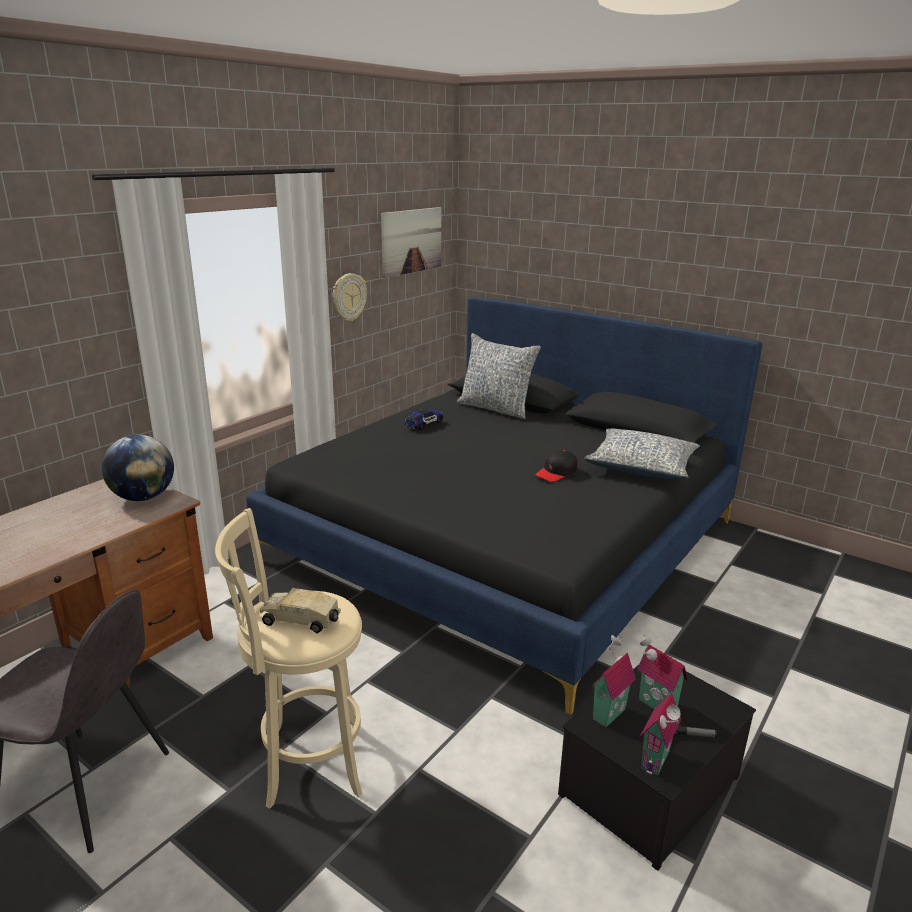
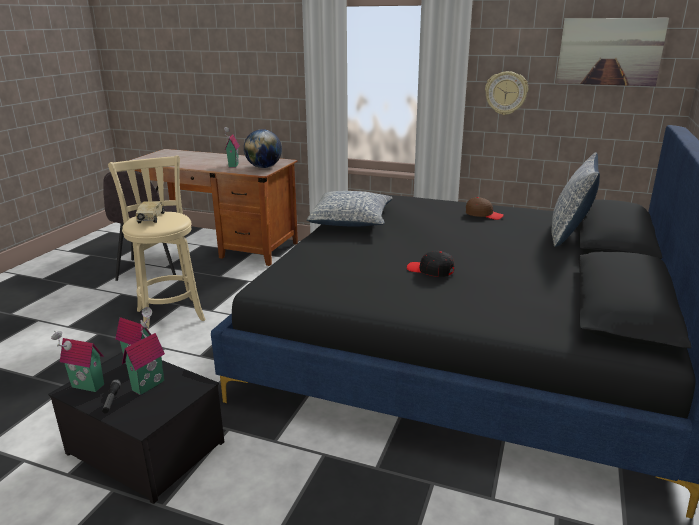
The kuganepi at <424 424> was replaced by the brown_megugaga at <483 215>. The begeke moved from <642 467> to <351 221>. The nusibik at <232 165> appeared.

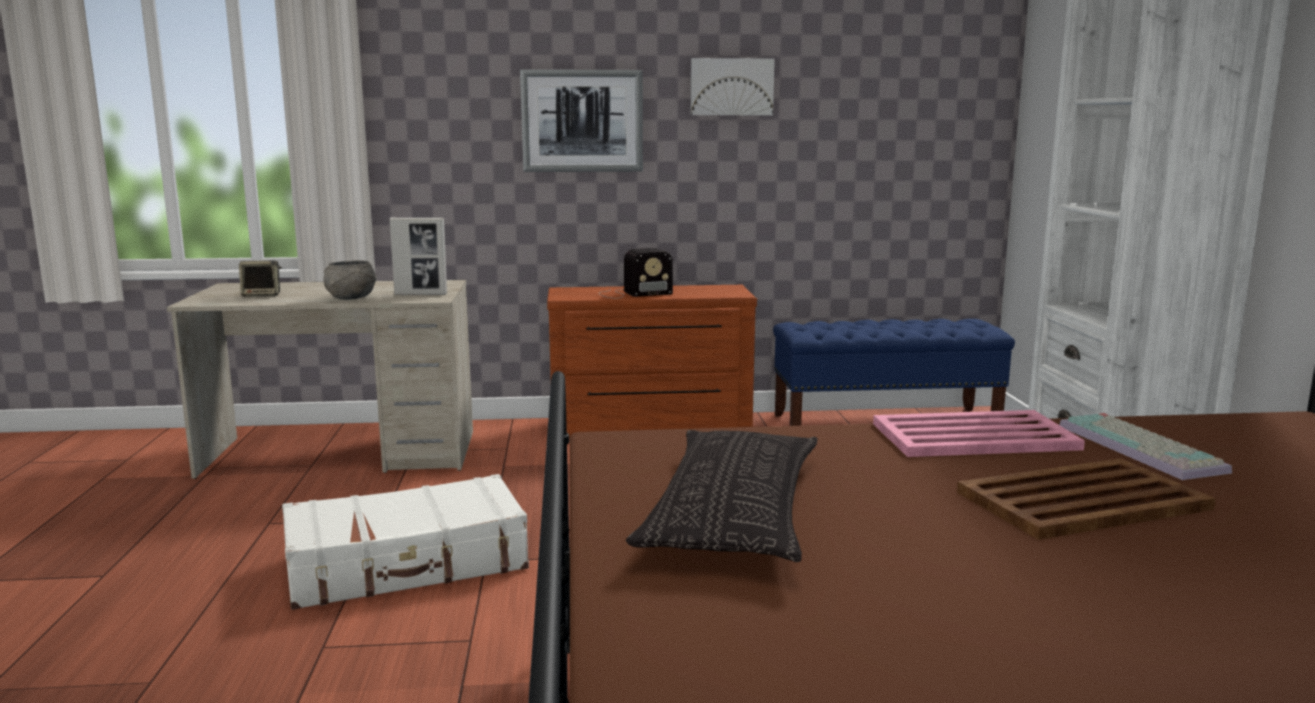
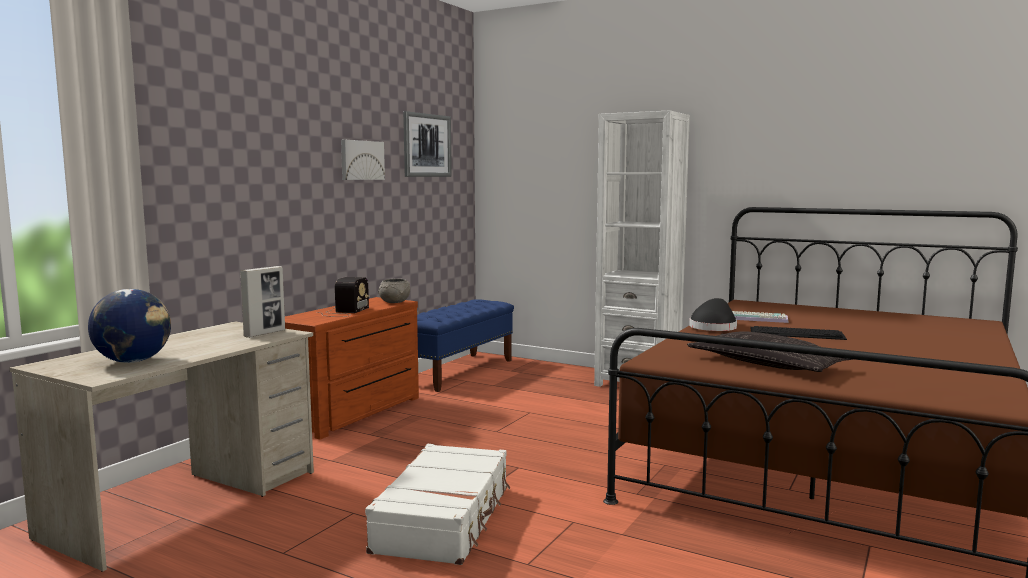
The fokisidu at <262 295> was replaced by the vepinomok at <133 361>. The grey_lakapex moved from <350 298> to <395 302>. The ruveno moved from <582 121> to <427 145>. The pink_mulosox at <971 436> was replaced by the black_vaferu at <713 327>. The brown_mulosox at <1084 500> was replaced by the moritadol at <797 333>.

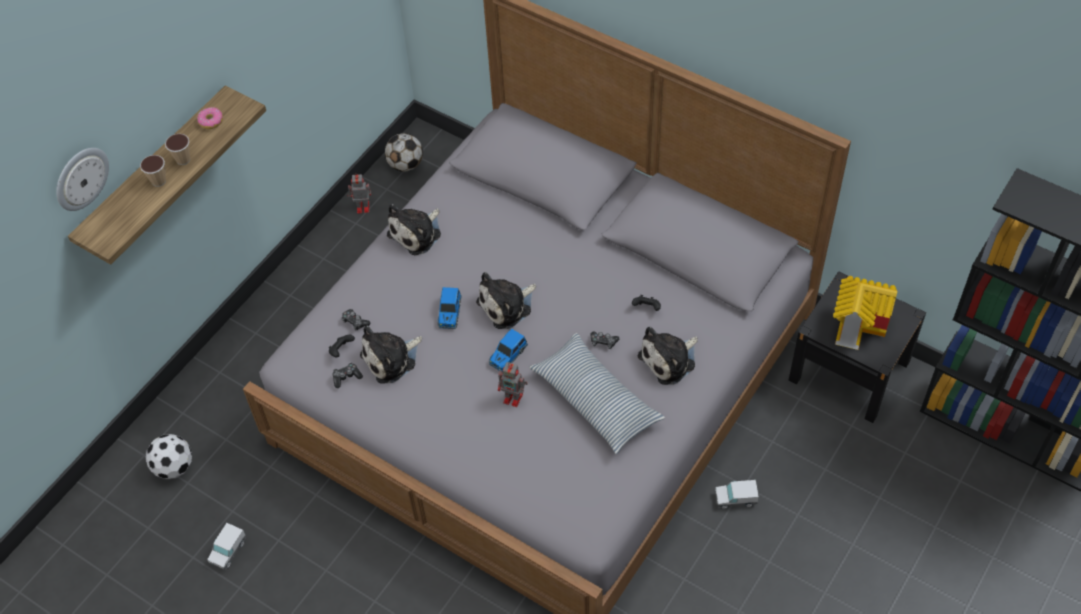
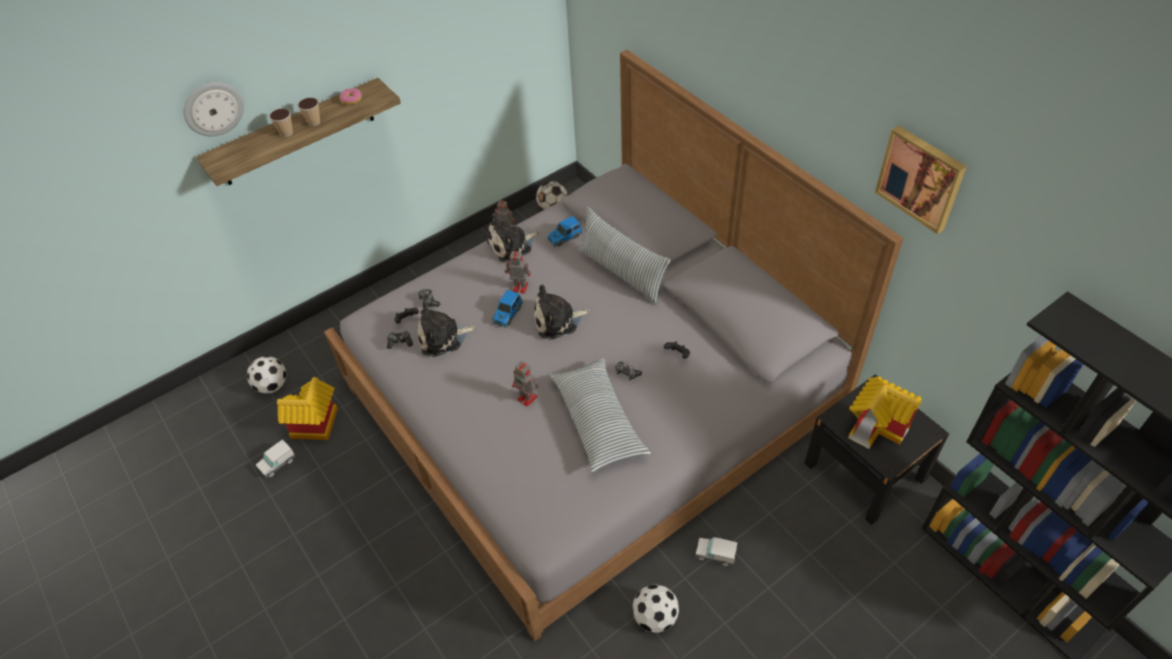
The kuganepi moved from <507 355> to <564 237>. The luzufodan at <670 360> disappeared. The nusibik at <316 427> appeared. The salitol at <519 287> appeared. The begeke at <621 273> appeared. The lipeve at <654 617> appeared. The ruveno at <921 178> appeared.

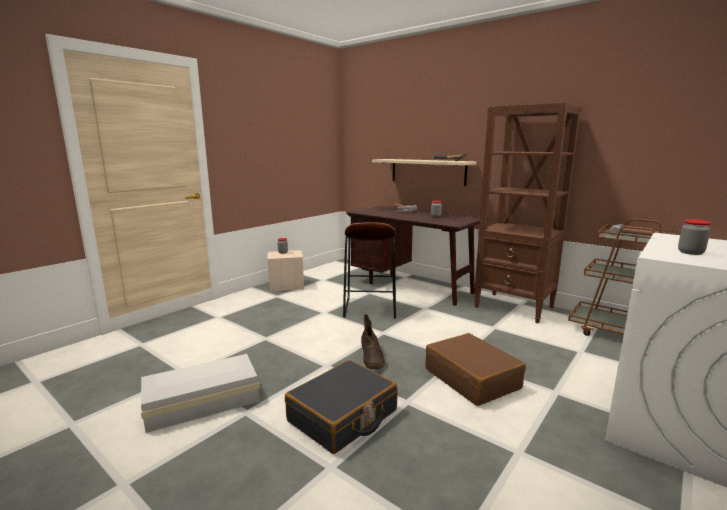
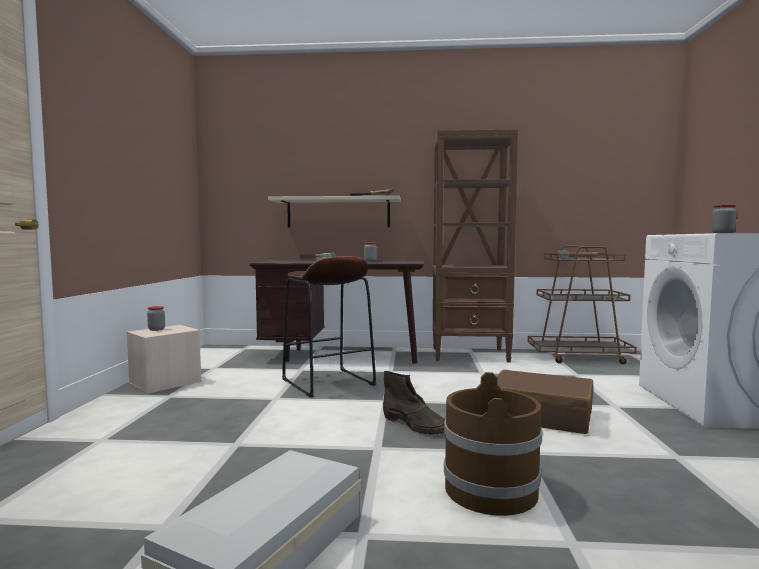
The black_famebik at <343 416> was replaced by the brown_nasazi at <490 489>.

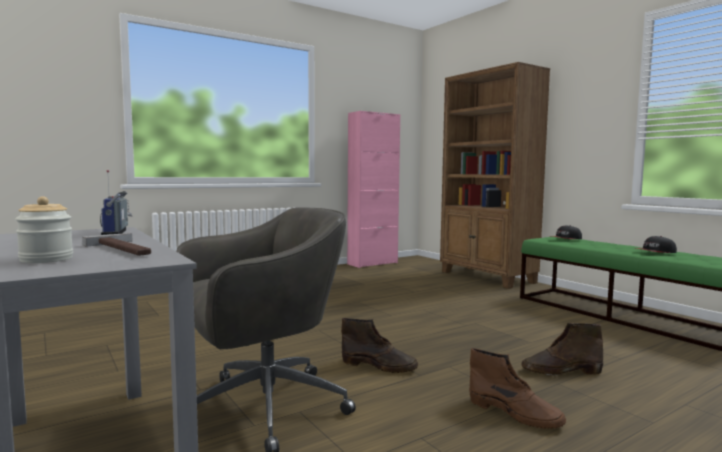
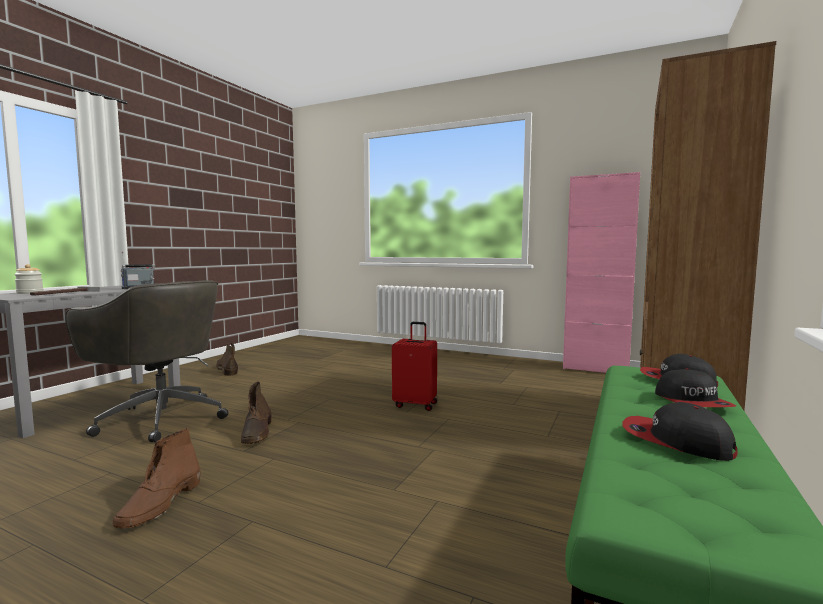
The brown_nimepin moved from <560 371> to <226 370>. The red_famebik at <415 405> appeared. The megugaga at <692 402> appeared.

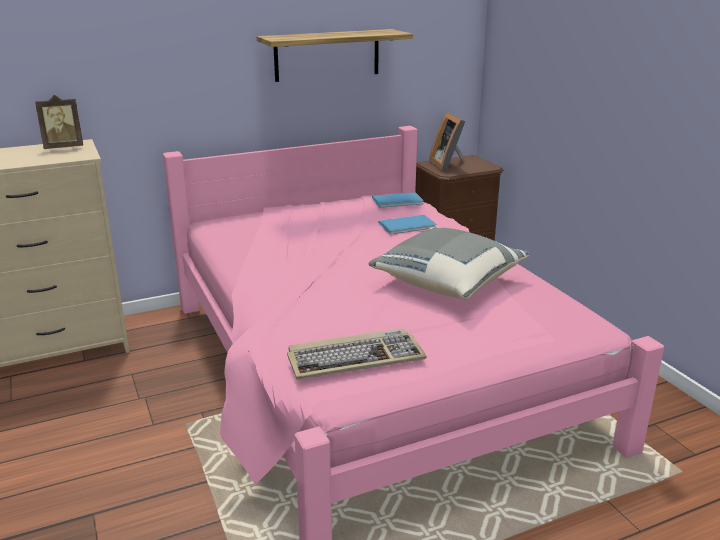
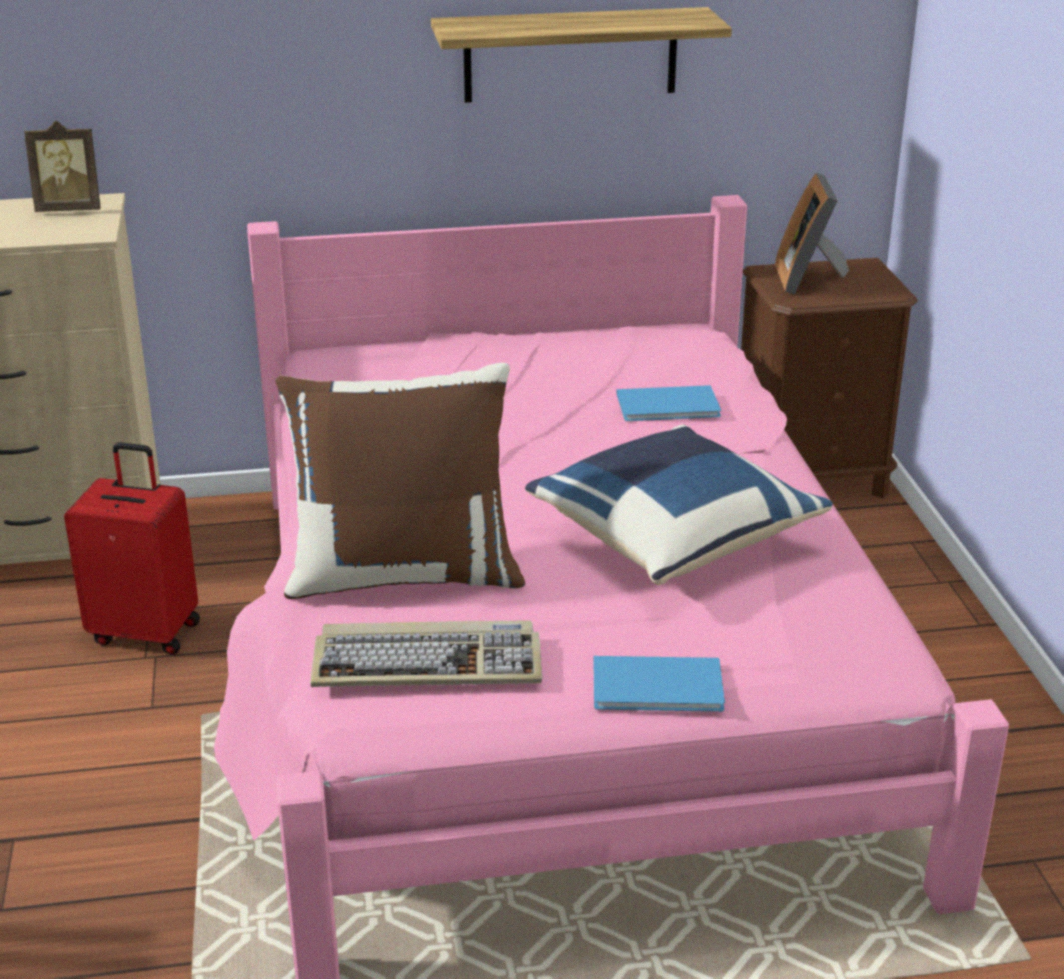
The grey_begeke at <447 283> became the blue_begeke at <672 538>. The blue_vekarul moved from <399 201> to <661 688>. The red_famebik at <147 631> appeared. The brown_begeke at <404 573> appeared.

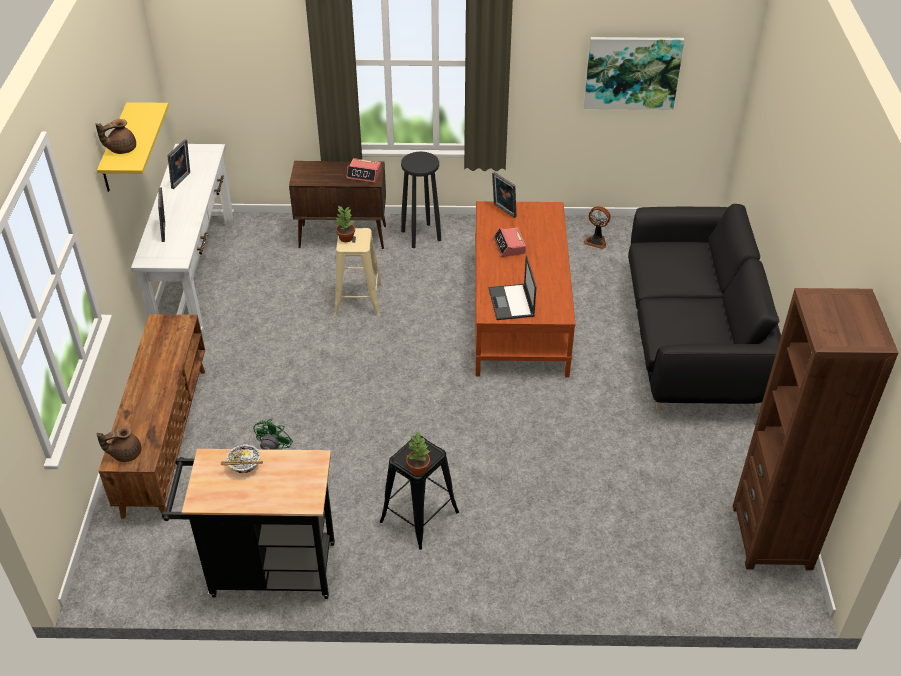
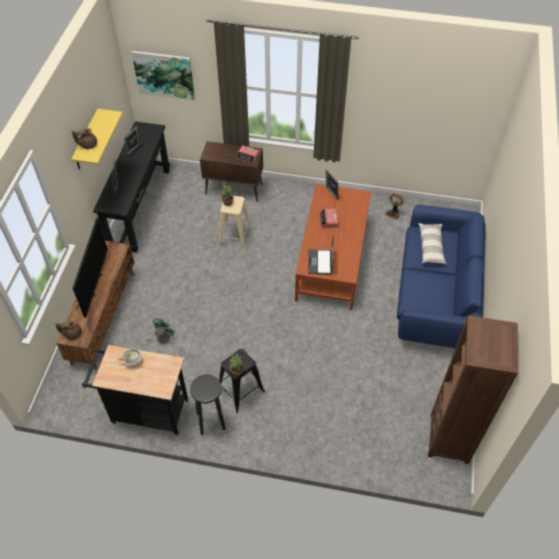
The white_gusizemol at <196 277> became the black_gusizemol at <140 207>. The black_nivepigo moved from <421 235> to <211 421>. The ruveno moved from <632 72> to <164 74>. The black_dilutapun at <691 341> became the blue_dilutapun at <435 295>. The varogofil at <95 284> appeared. The begeke at <431 247> appeared.

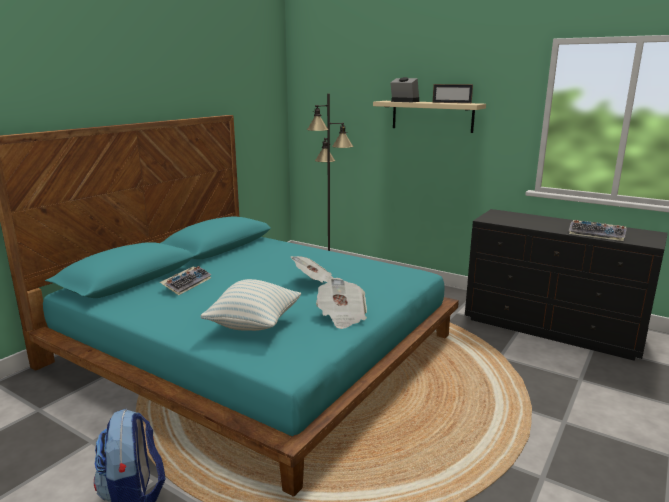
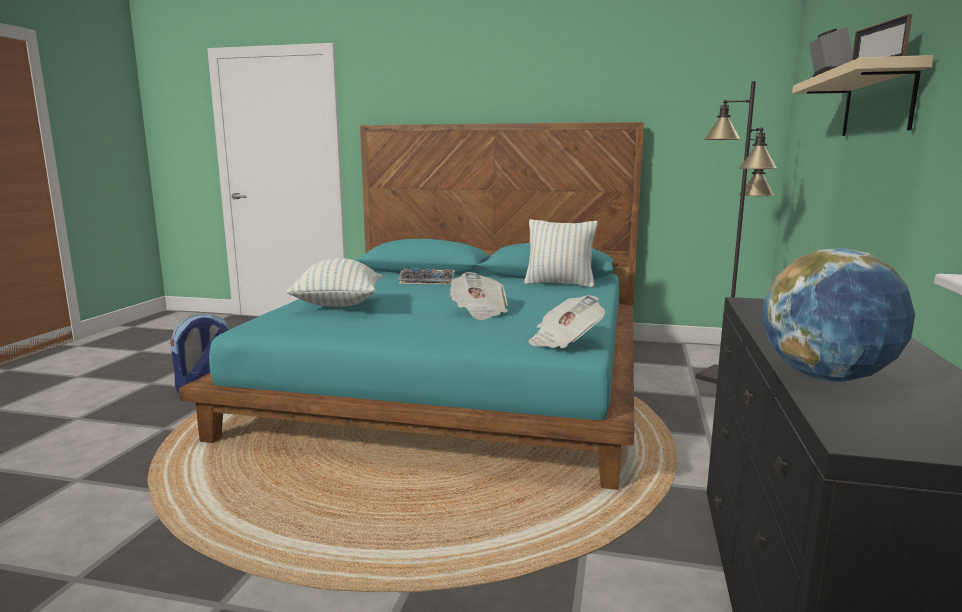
The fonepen moved from <342 316> to <564 341>. The moritadol at <597 234> was replaced by the vepinomok at <827 377>. The begeke at <559 284> appeared.

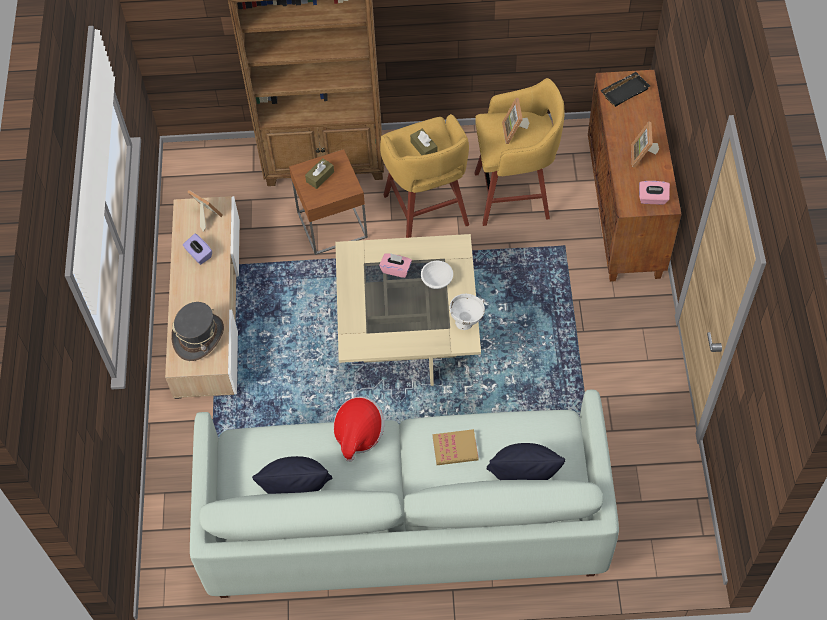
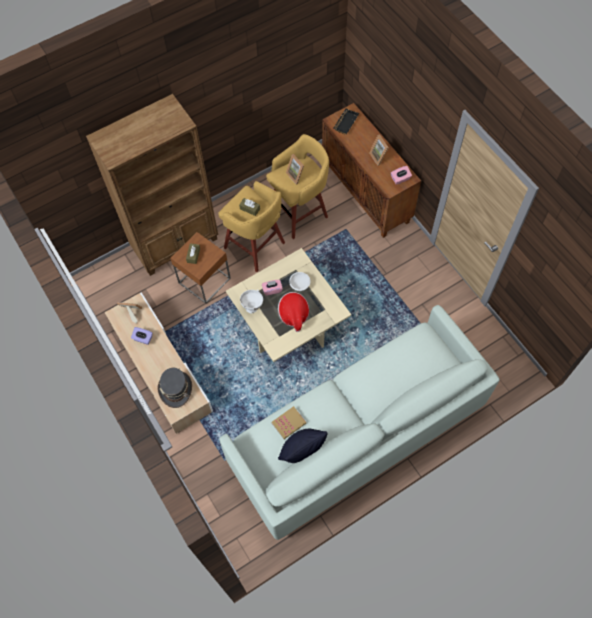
The vaferu moved from <358 433> to <293 314>. The vekarul moved from <455 448> to <289 423>. The white_lakapex moved from <467 321> to <252 306>. The black_begeke at <523 476> disappeared.

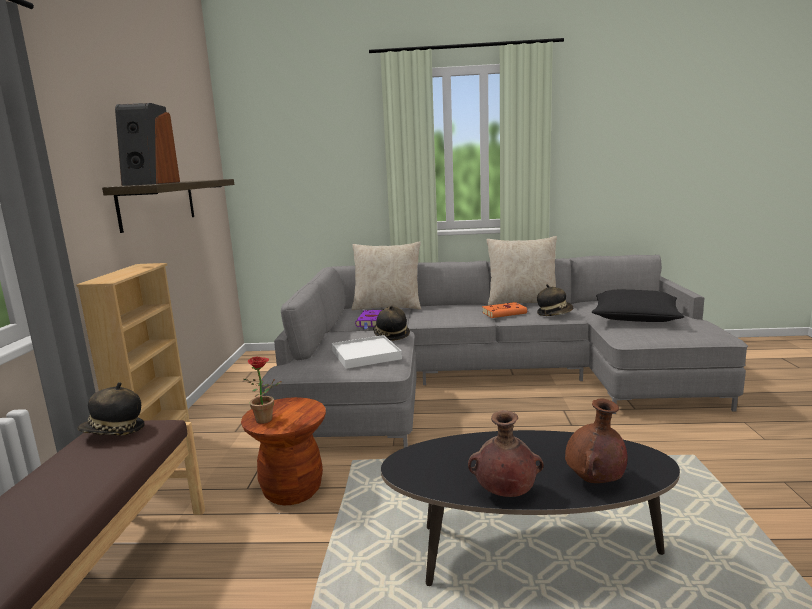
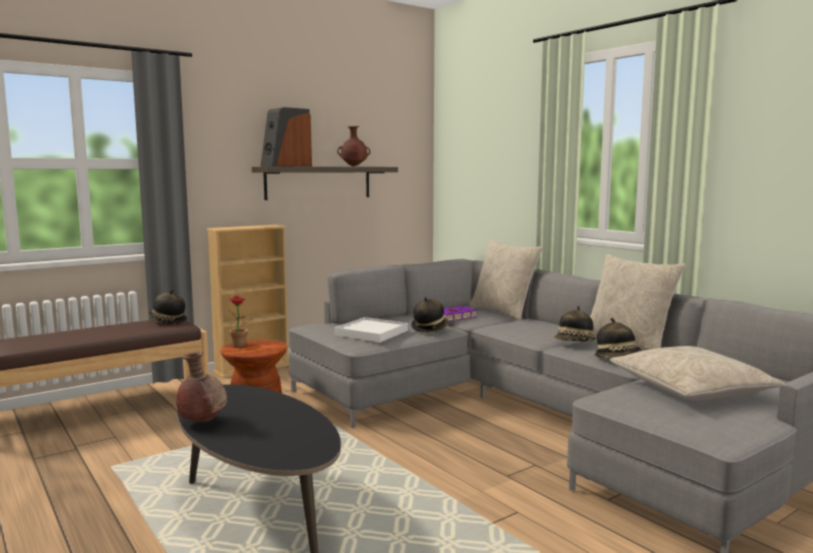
The orange_vekarul at <505 313> was replaced by the vaferu at <575 343>. The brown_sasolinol moved from <594 481> to <353 166>. The black_begeke at <635 317> became the beige_begeke at <690 389>.

